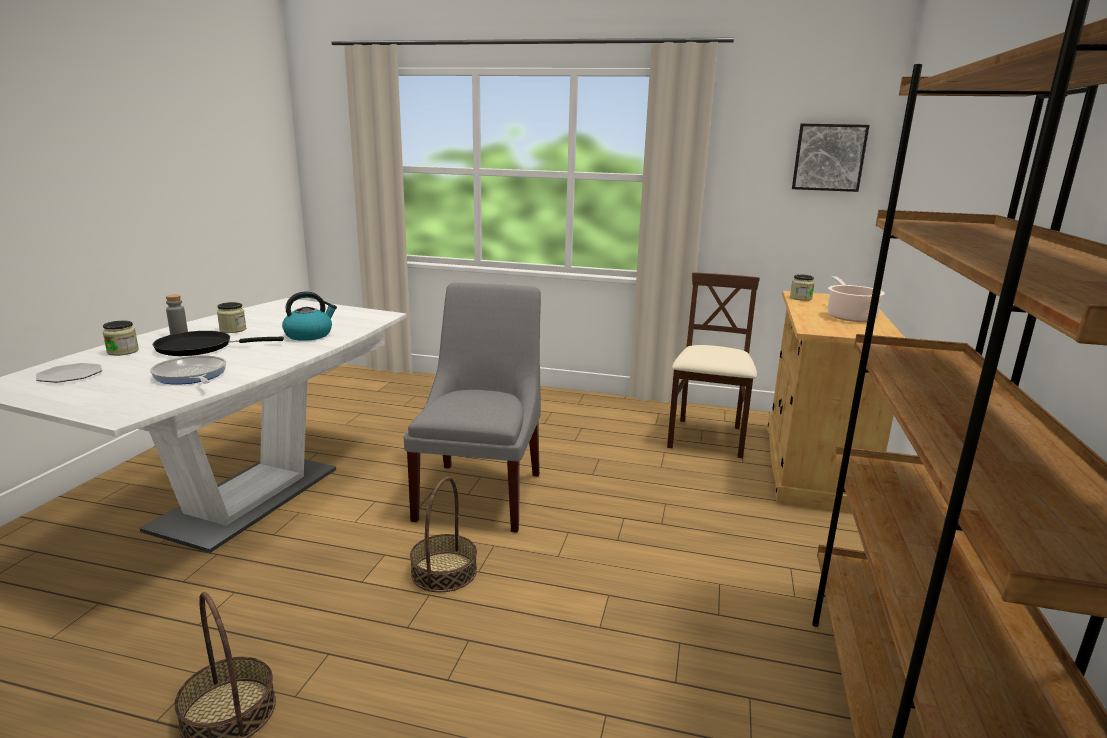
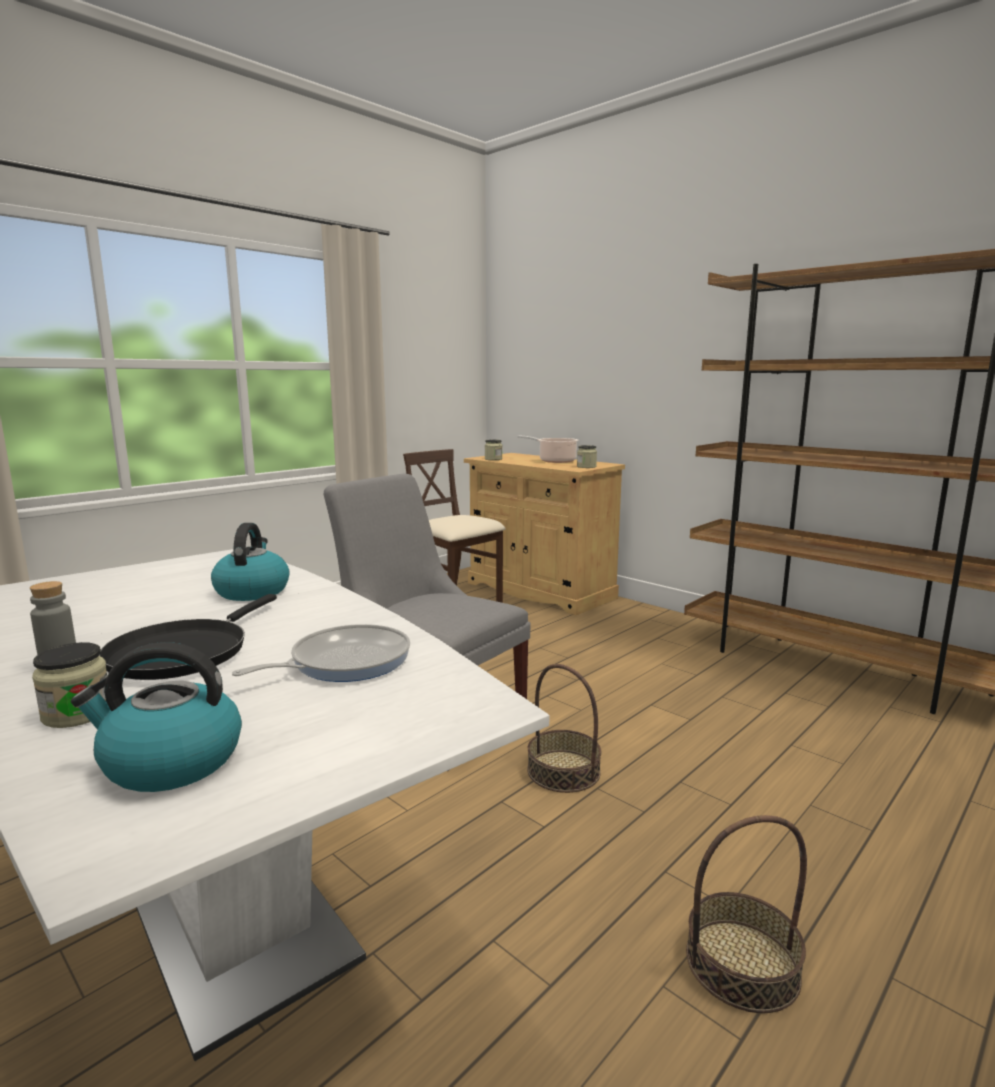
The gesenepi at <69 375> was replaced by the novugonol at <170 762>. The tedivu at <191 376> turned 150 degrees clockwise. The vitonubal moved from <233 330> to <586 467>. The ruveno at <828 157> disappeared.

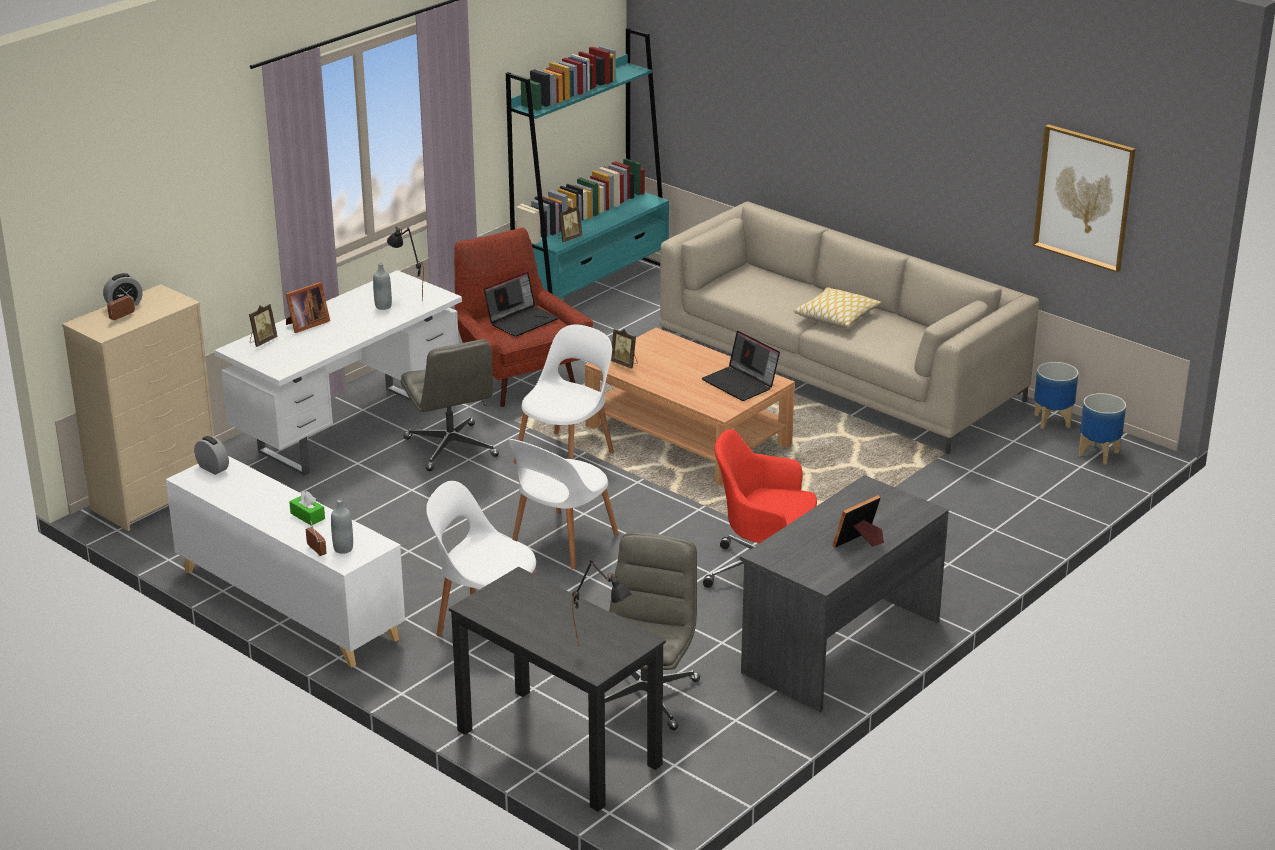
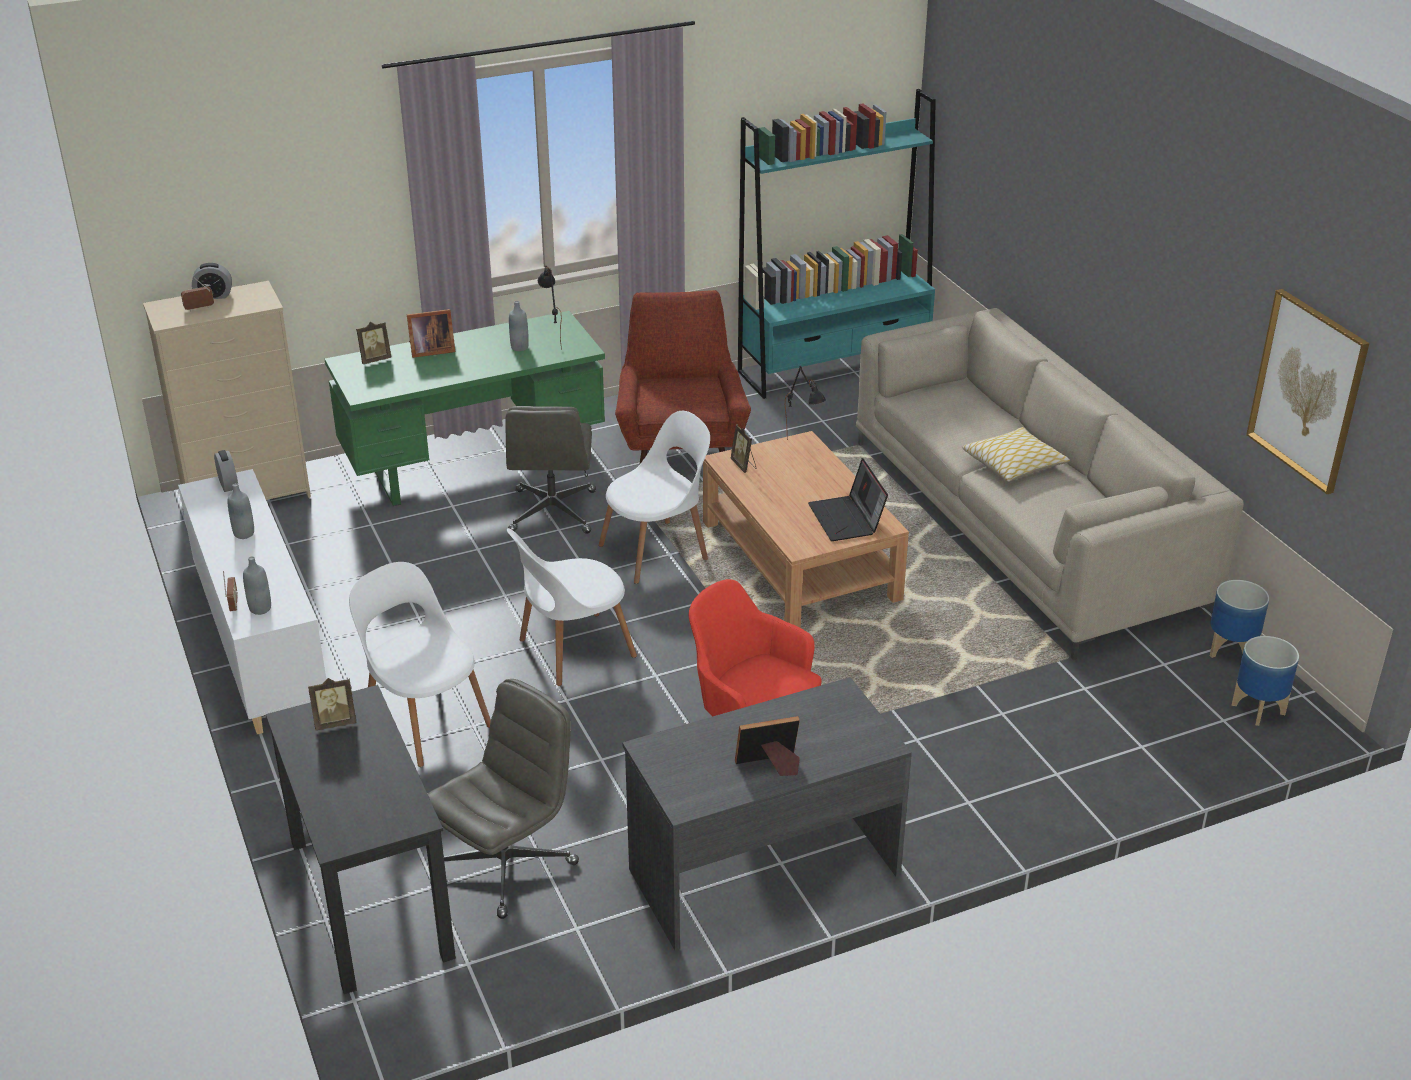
The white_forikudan at <349 429> became the green_forikudan at <475 467>. The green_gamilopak at <307 516> disappeared. The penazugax at <522 320> disappeared. The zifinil moved from <569 238> to <335 722>. The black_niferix moved from <602 650> to <803 446>. The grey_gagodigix at <244 534> appeared.

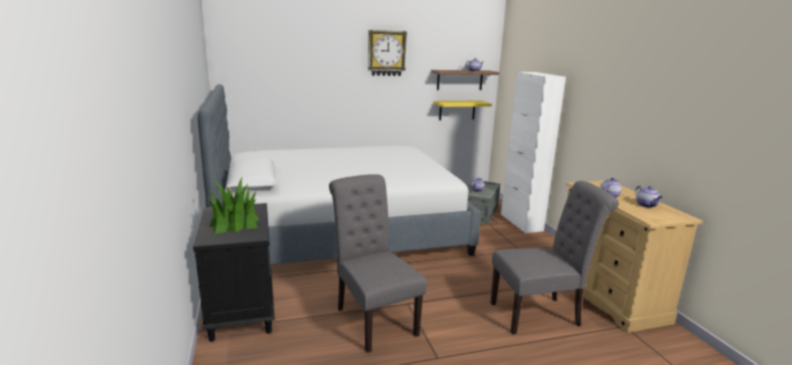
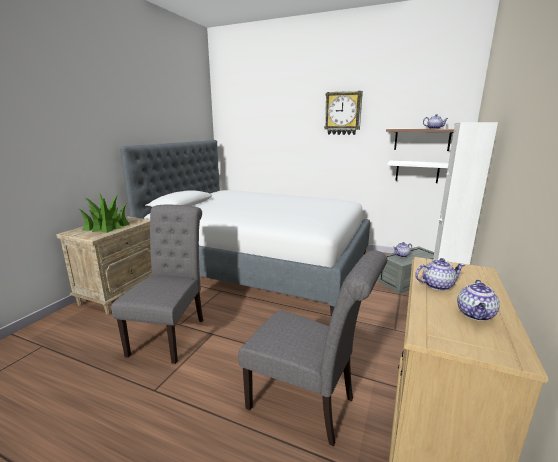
The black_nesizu at <241 311> became the beige_nesizu at <120 294>. The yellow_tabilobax at <457 110> became the white_tabilobax at <417 171>.

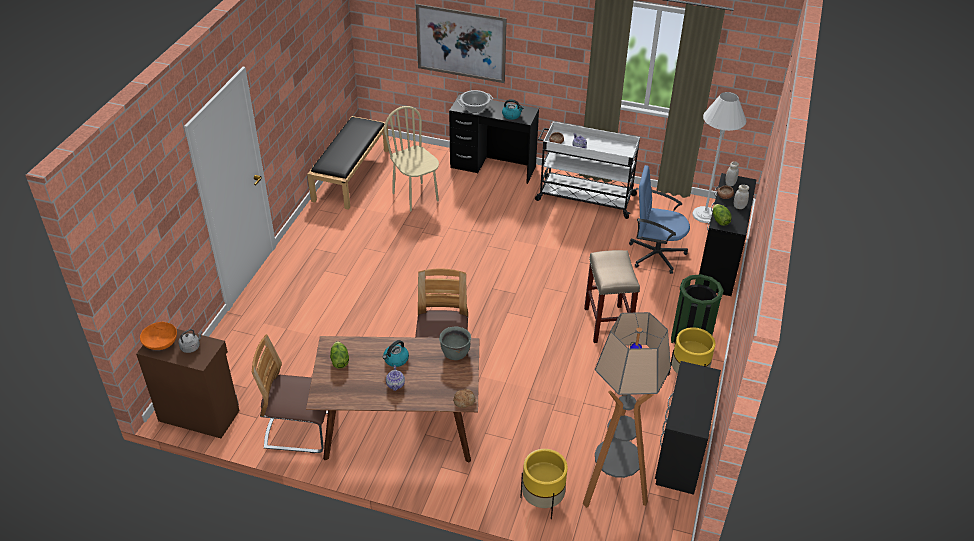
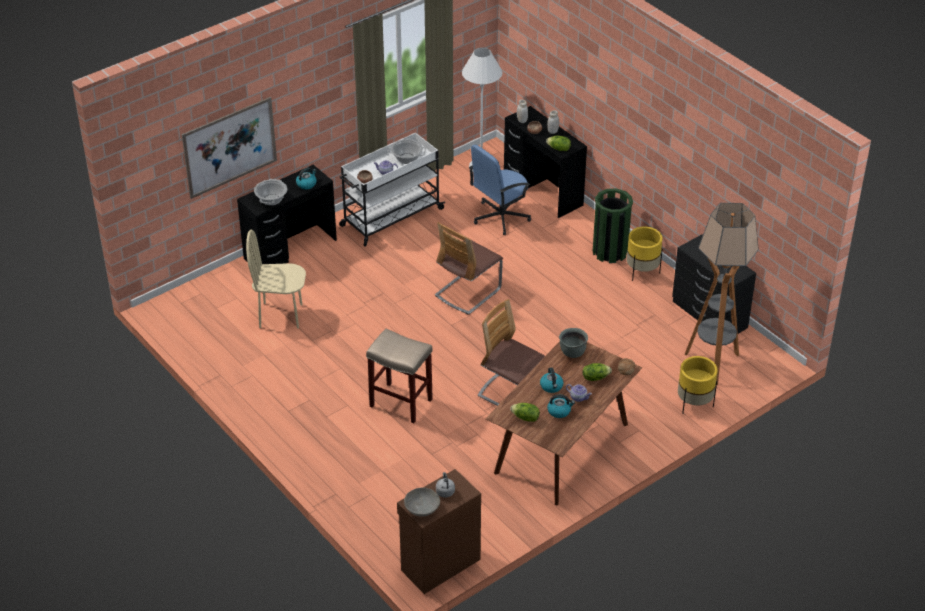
The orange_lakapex at <160 342> became the grey_lakapex at <422 508>. The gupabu moved from <300 430> to <468 292>. The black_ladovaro at <351 174> disappeared. The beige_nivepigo moved from <608 324> to <402 403>. The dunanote at <407 158> appeared. The novugonol at <559 411> appeared. The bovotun at <595 377> appeared.

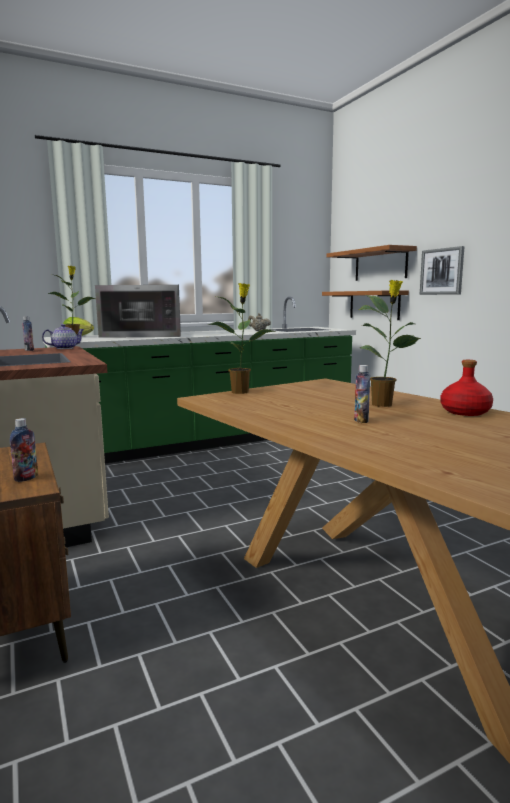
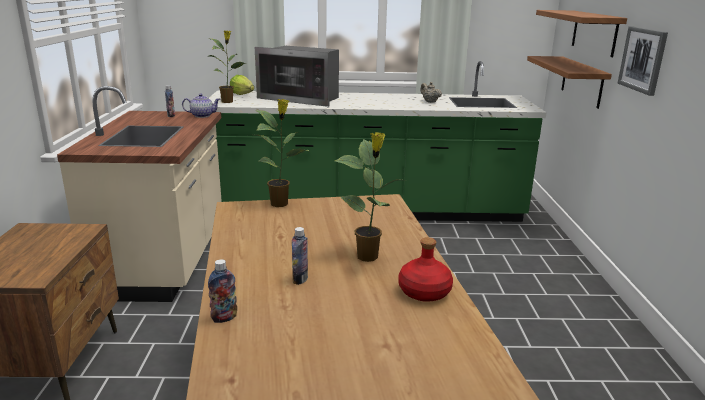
The gagodigix moved from <26 478> to <224 318>.

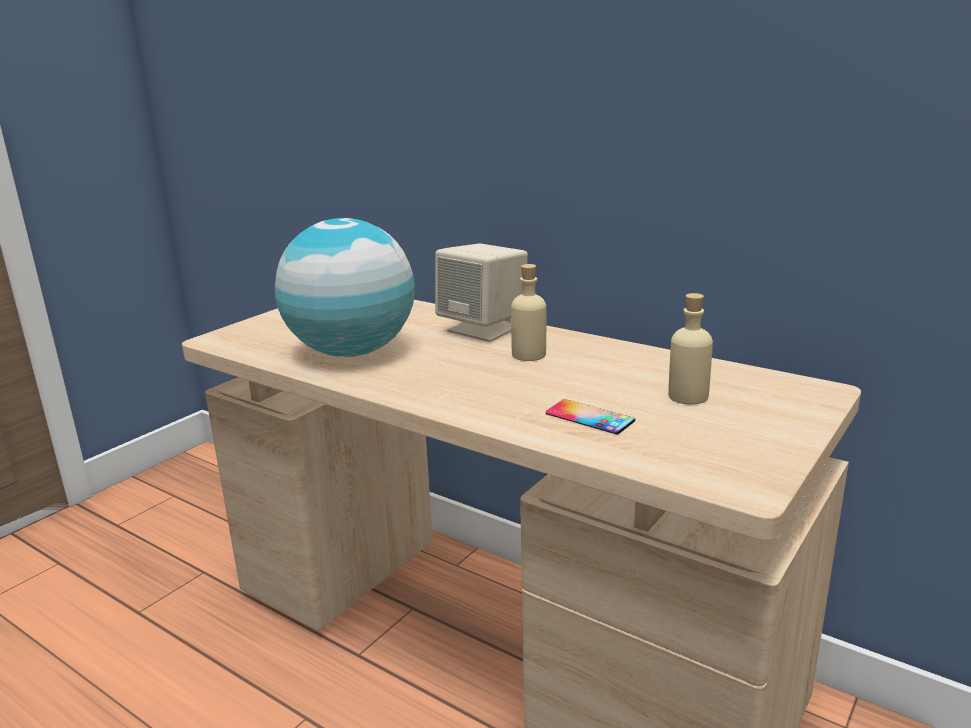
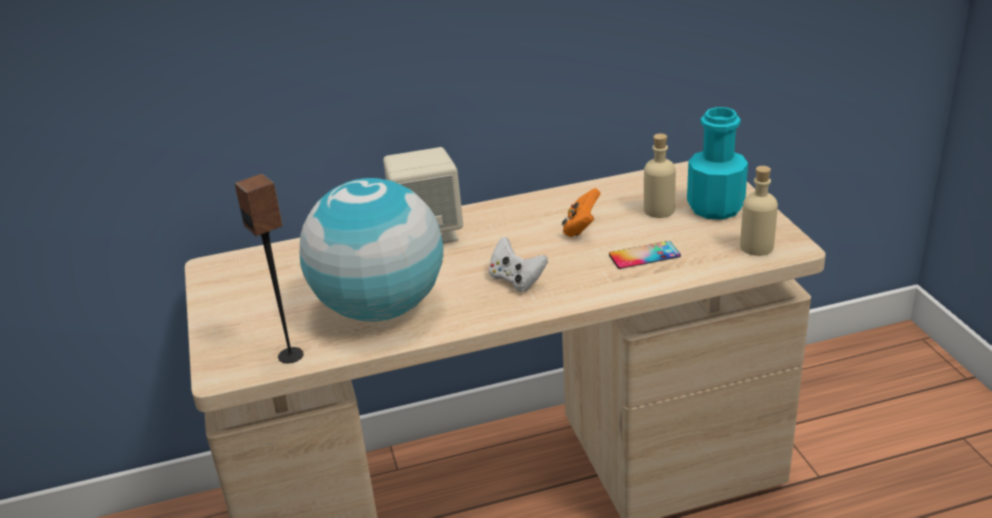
The beige_gagodigix moved from <529 355> to <756 247>. The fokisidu at <291 355> appeared. The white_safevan at <516 280> appeared. The orange_safevan at <581 228> appeared. The turquoise_gagodigix at <715 207> appeared.

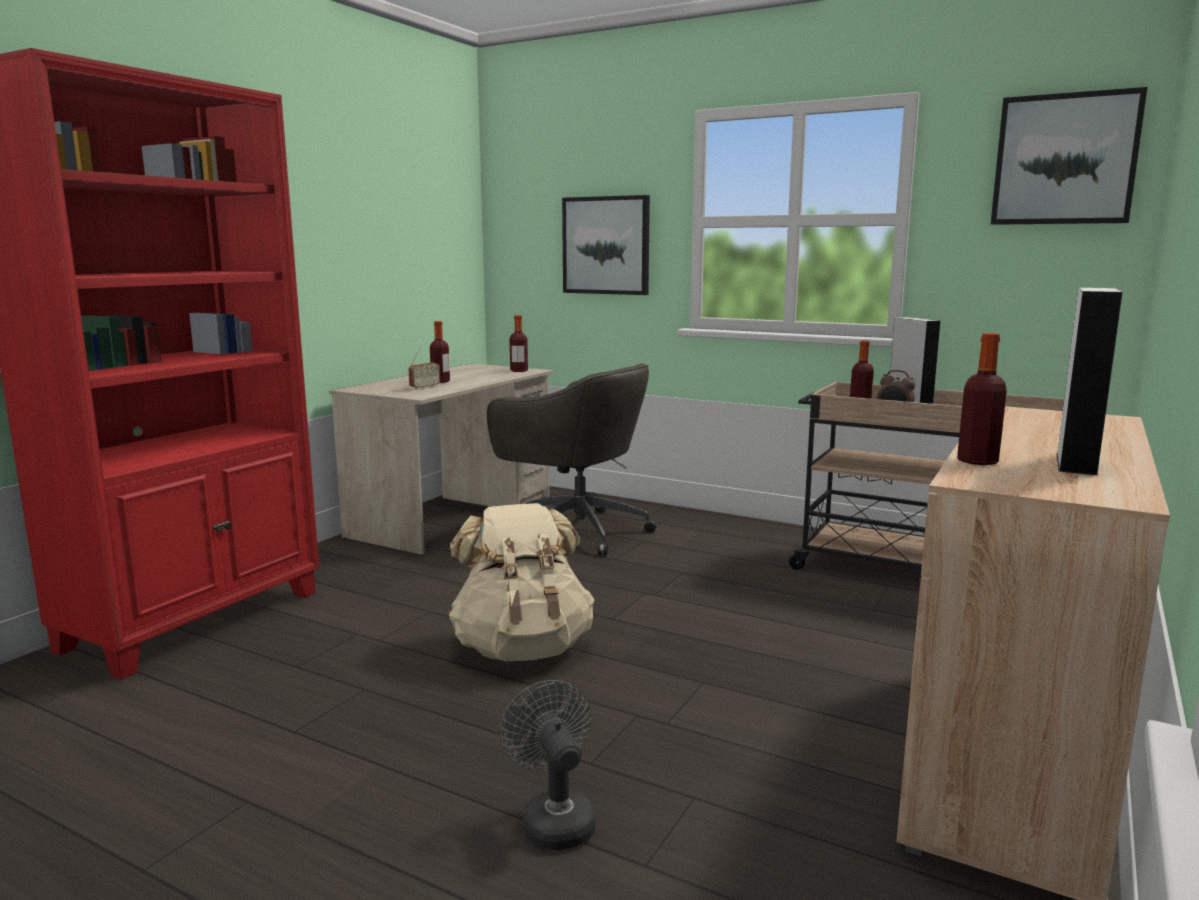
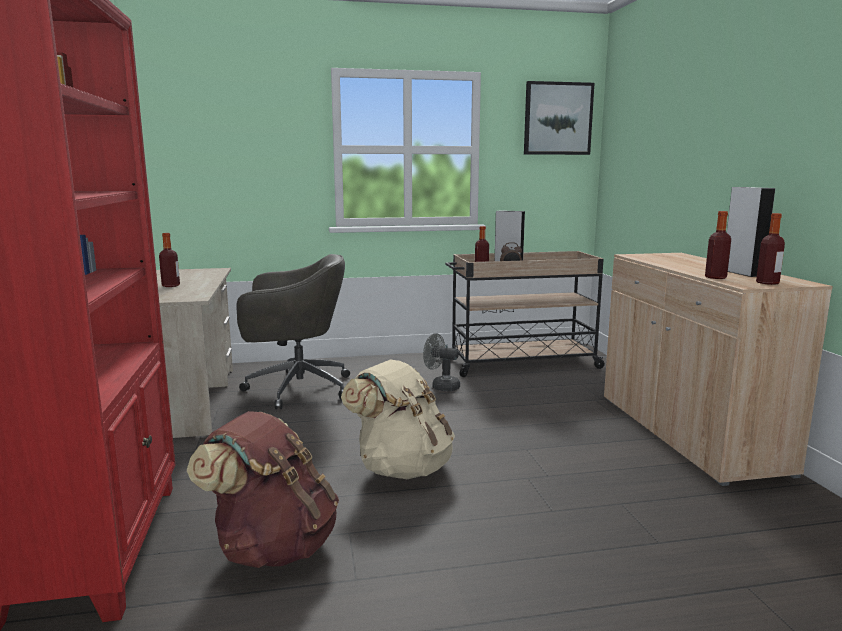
The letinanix at <424 387> disappeared. The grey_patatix moved from <554 819> to <441 386>. The gagodigix moved from <519 371> to <767 283>. The ruveno at <606 245> disappeared. The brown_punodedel at <273 547> appeared.

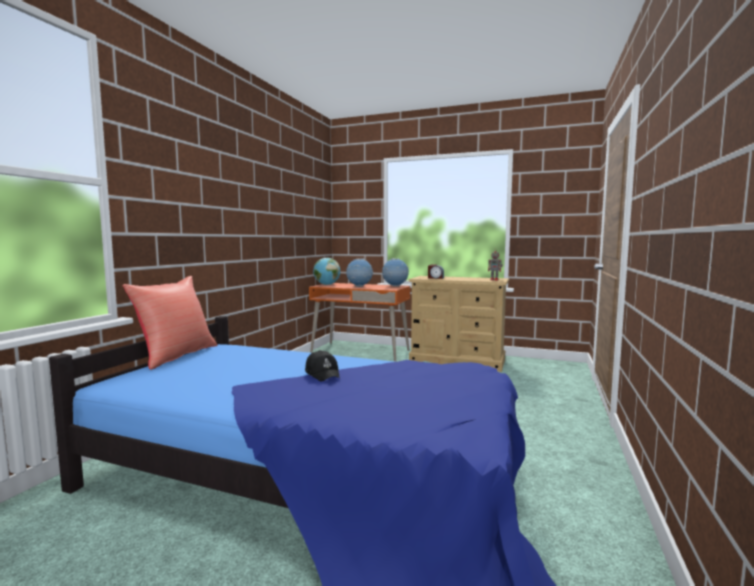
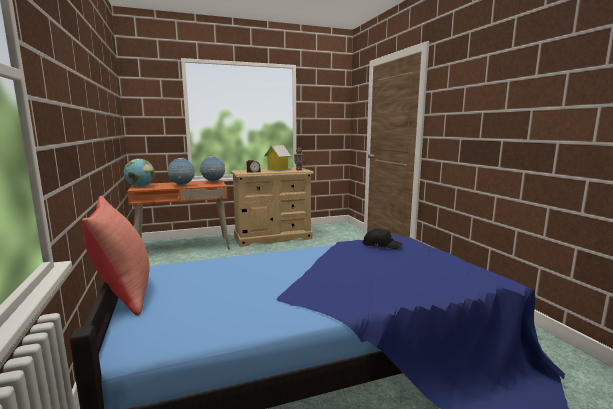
The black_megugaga moved from <323 374> to <381 245>. The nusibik at <278 170> appeared.

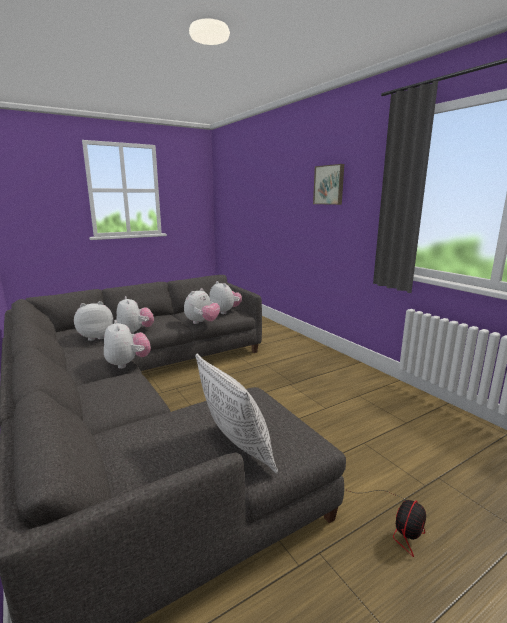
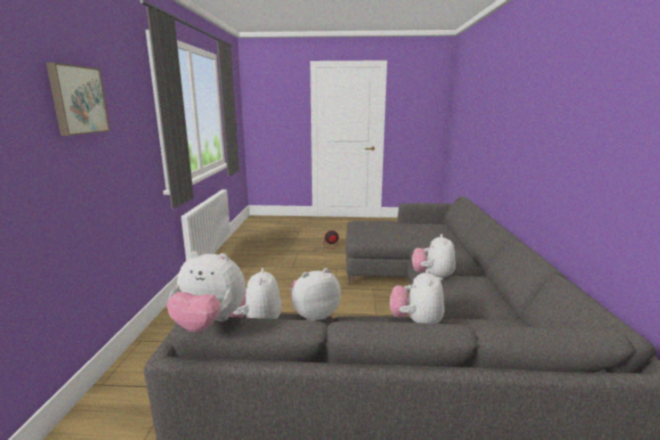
The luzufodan moved from <96 337> to <210 323>. The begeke at <236 450> disappeared.

